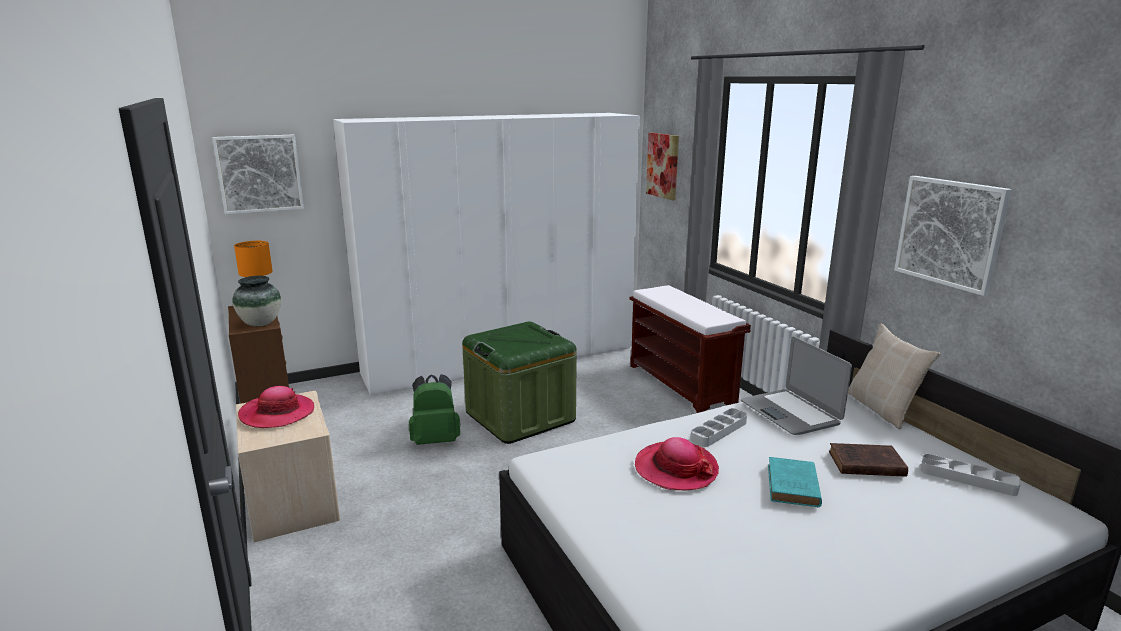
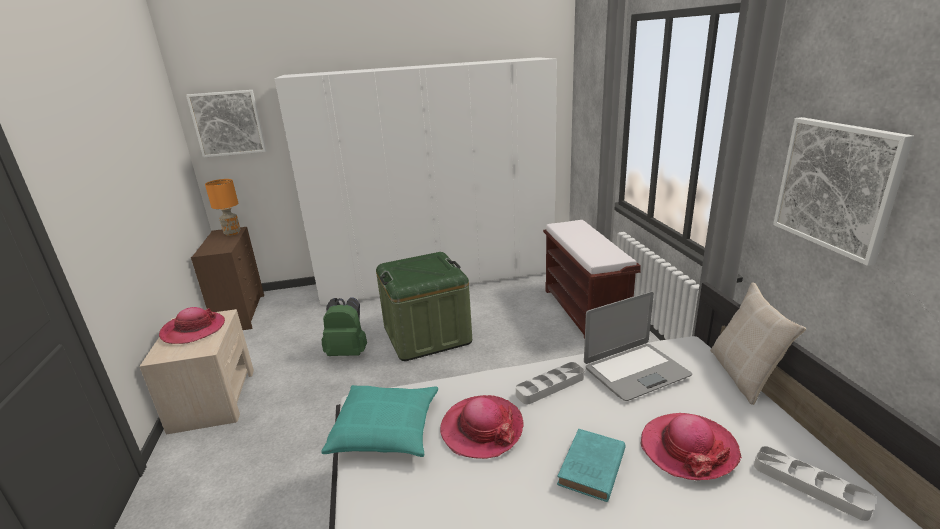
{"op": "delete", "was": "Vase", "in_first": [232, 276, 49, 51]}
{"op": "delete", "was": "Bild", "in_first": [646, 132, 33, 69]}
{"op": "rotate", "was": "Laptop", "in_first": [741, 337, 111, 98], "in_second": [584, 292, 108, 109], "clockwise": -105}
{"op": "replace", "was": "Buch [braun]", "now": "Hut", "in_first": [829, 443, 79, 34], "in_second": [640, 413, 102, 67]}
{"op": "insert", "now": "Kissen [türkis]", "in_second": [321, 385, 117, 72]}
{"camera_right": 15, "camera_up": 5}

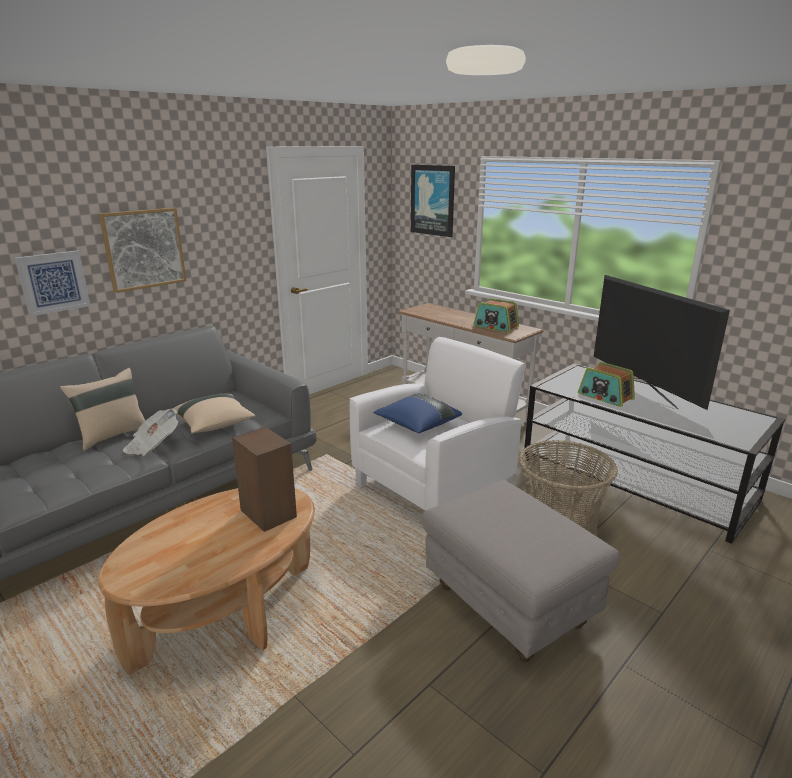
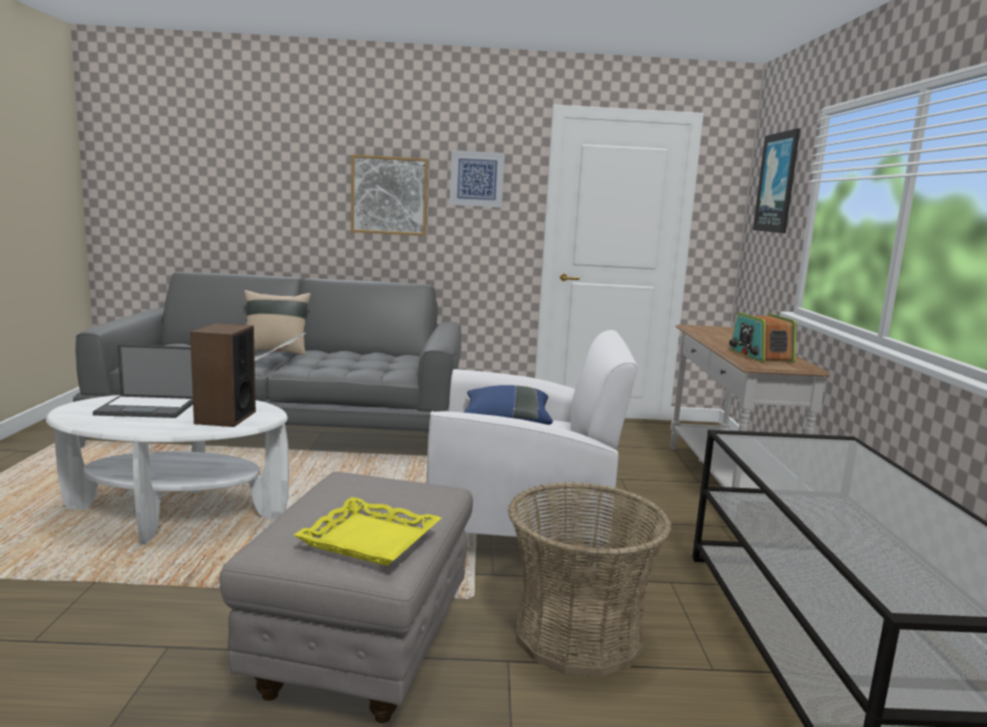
{"op": "move", "was": "Bild", "in_first": [15, 250, 75, 67], "in_second": [450, 150, 55, 57]}
{"op": "recolor", "was": "Couchtisch [braun]", "now": "Couchtisch [weiß]", "in_first": [98, 488, 217, 187], "in_second": [46, 395, 243, 150]}
{"op": "delete", "was": "Kissen [beige]", "in_first": [173, 394, 82, 40]}
{"op": "delete", "was": "Radio", "in_first": [578, 362, 57, 45]}
{"op": "delete", "was": "Fernseher", "in_first": [593, 275, 137, 135]}
{"op": "insert", "now": "Laptop", "in_second": [93, 344, 100, 74]}
{"op": "insert", "now": "Tablett [gelb]", "in_second": [294, 497, 147, 69]}
{"camera_right": 45, "camera_up": -10}

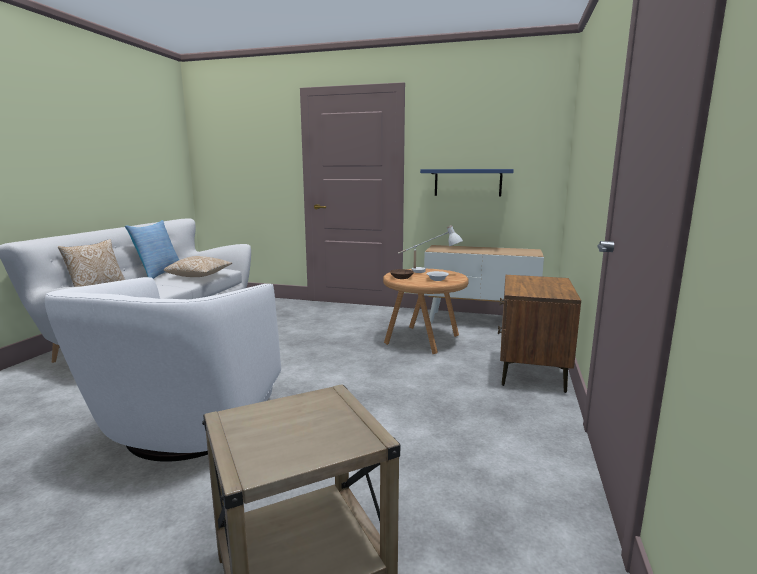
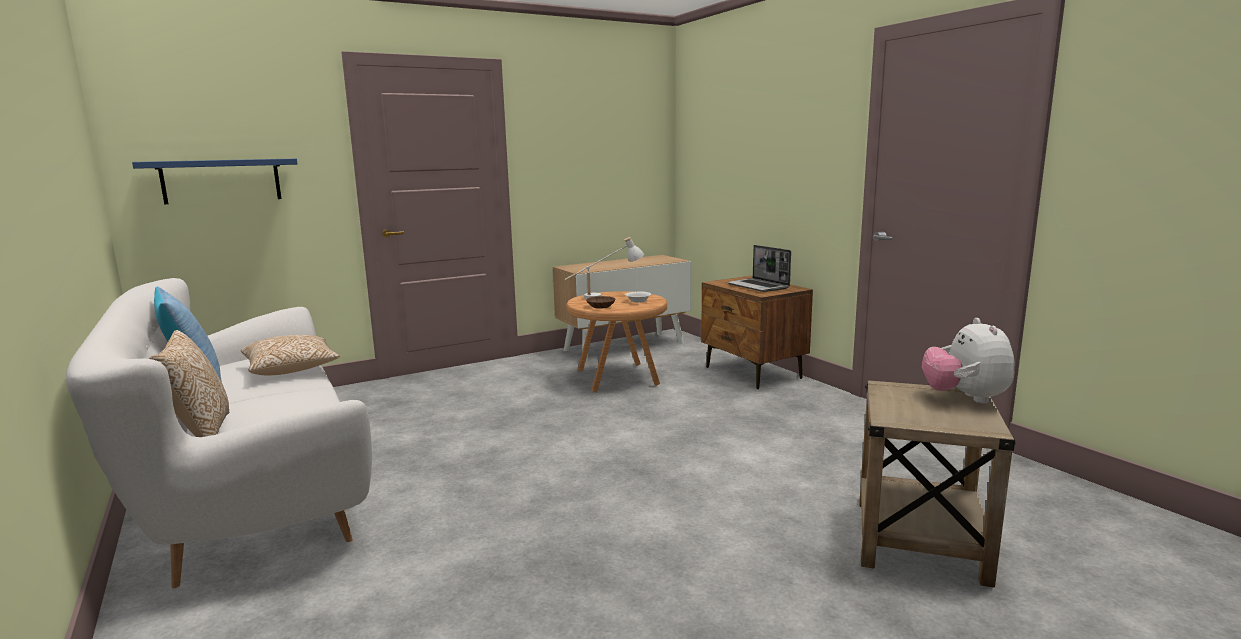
{"op": "delete", "was": "Sessel [weiß]", "in_first": [45, 277, 236, 185]}
{"op": "move", "was": "Wandregal [blau]", "in_first": [420, 169, 94, 28], "in_second": [132, 159, 165, 45]}
{"op": "insert", "now": "Laptop", "in_second": [727, 245, 64, 47]}
{"op": "insert", "now": "Plüschtier", "in_second": [922, 318, 93, 86]}
{"camera_right": -45, "camera_up": 0}

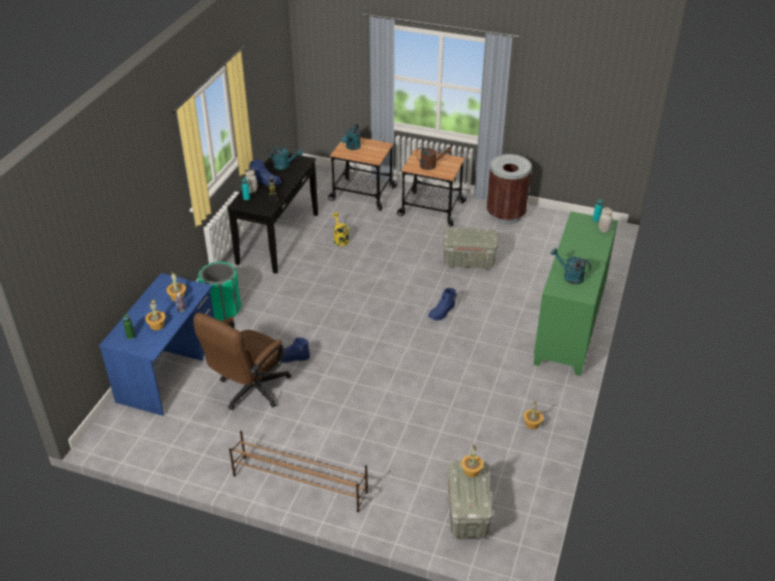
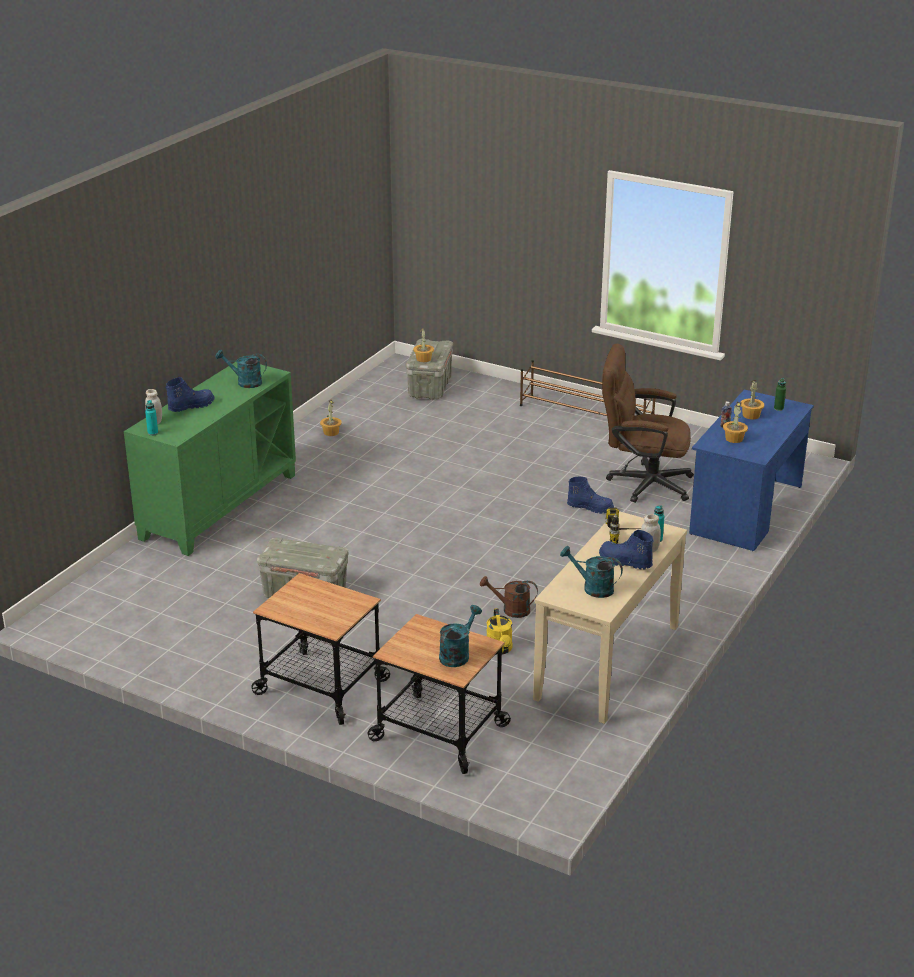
{"op": "rotate", "was": "Bürostuhl [braun]", "in_first": [193, 313, 98, 97], "in_second": [602, 344, 92, 159], "clockwise": -120}
{"op": "delete", "was": "Mülleimer [grün]", "in_first": [198, 262, 43, 59]}
{"op": "recolor", "was": "Konsolentisch [schwarz]", "now": "Konsolentisch [beige]", "in_first": [227, 153, 91, 121], "in_second": [533, 511, 154, 213]}
{"op": "move", "was": "Gießkanne [braun]", "in_first": [416, 147, 35, 23], "in_second": [480, 576, 58, 42]}
{"op": "move", "was": "Stiefel [blau]", "in_first": [428, 288, 29, 33], "in_second": [165, 377, 50, 35]}
{"op": "delete", "was": "Mülleimer [braun]", "in_first": [487, 154, 45, 70]}
{"op": "rotate", "was": "Gießkanne [türkis]", "in_first": [550, 248, 41, 36], "in_second": [215, 349, 52, 39], "clockwise": 150}
{"camera_right": -170, "camera_up": -10}

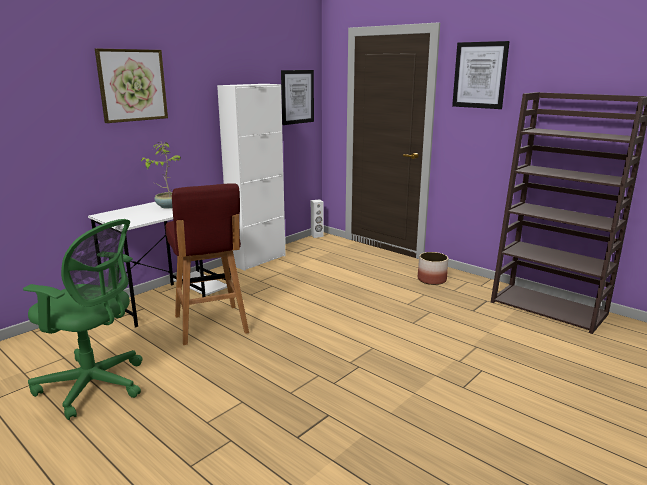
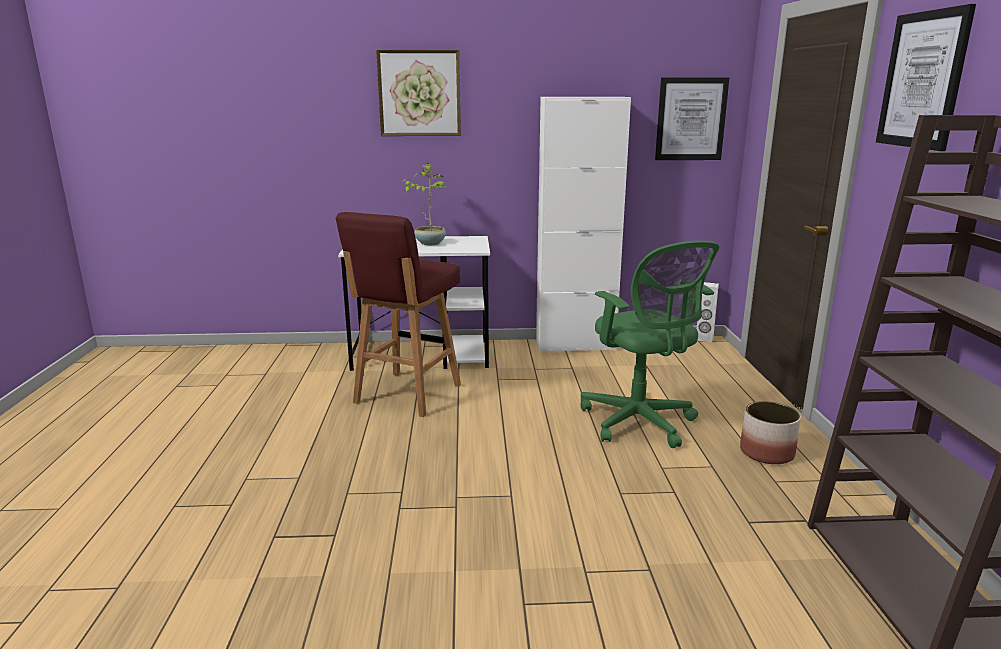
{"op": "move", "was": "Bürostuhl [grün]", "in_first": [23, 219, 119, 201], "in_second": [580, 241, 139, 207]}
{"camera_right": 45, "camera_up": 0}

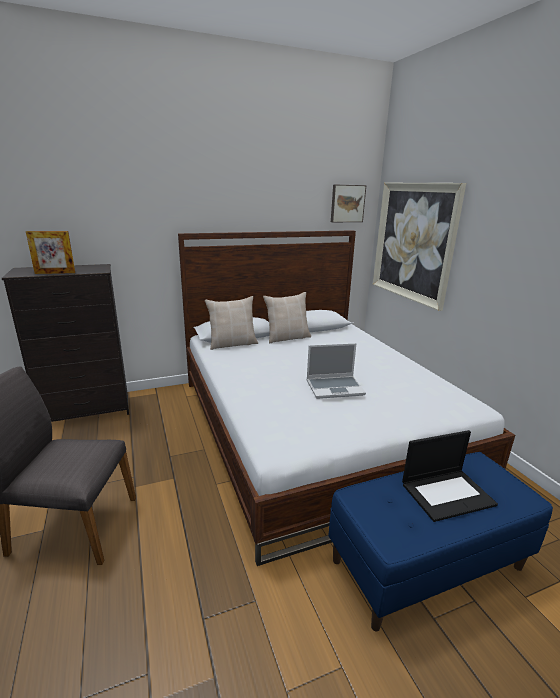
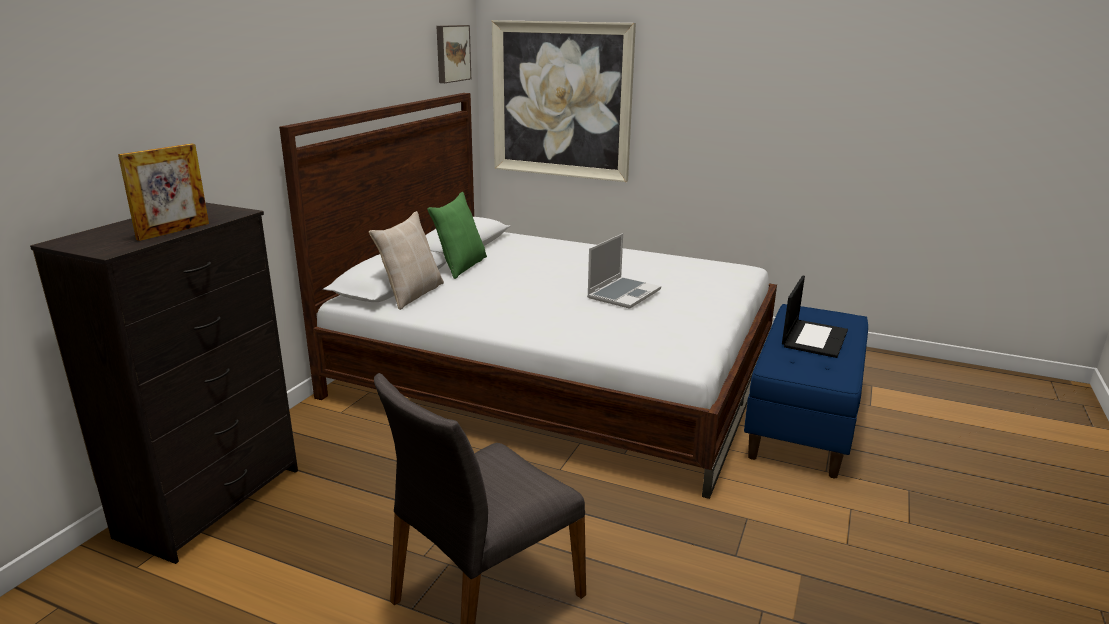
{"op": "recolor", "was": "Kissen [beige]", "now": "Kissen [grün]", "in_first": [263, 292, 48, 51], "in_second": [427, 192, 60, 87]}
{"camera_right": -45, "camera_up": 0}

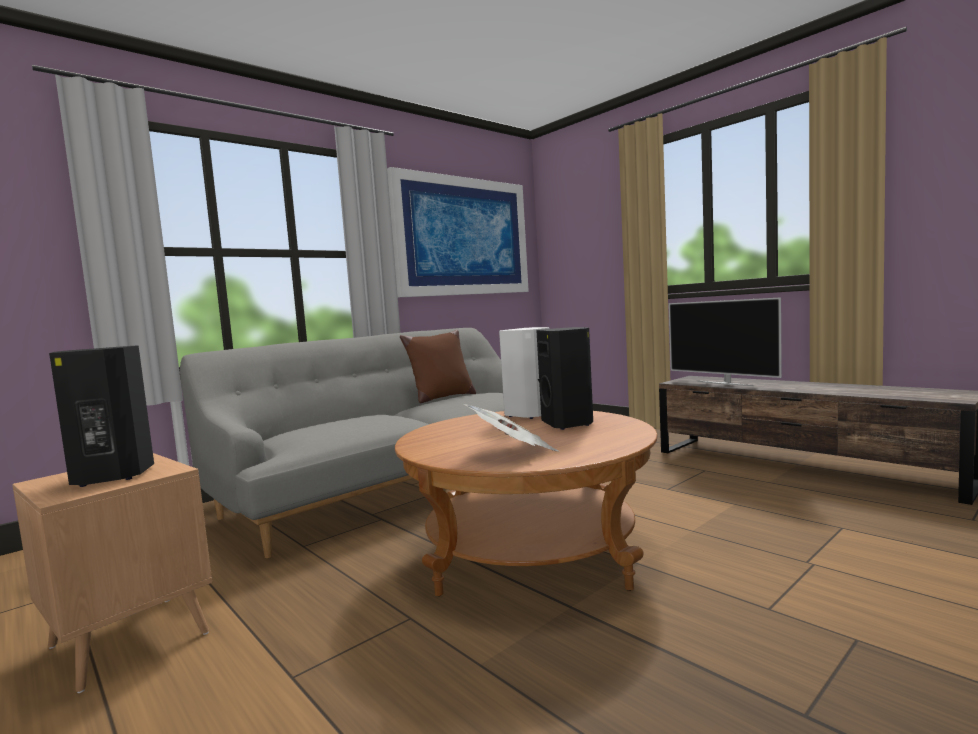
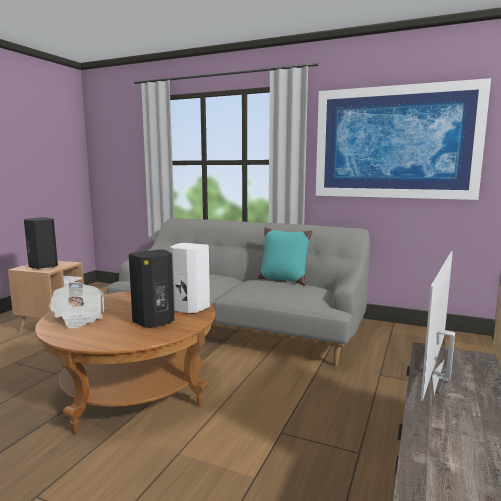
{"op": "recolor", "was": "Kissen [braun]", "now": "Kissen [türkis]", "in_first": [400, 330, 76, 73], "in_second": [258, 227, 54, 59]}
{"camera_right": 65, "camera_up": 5}

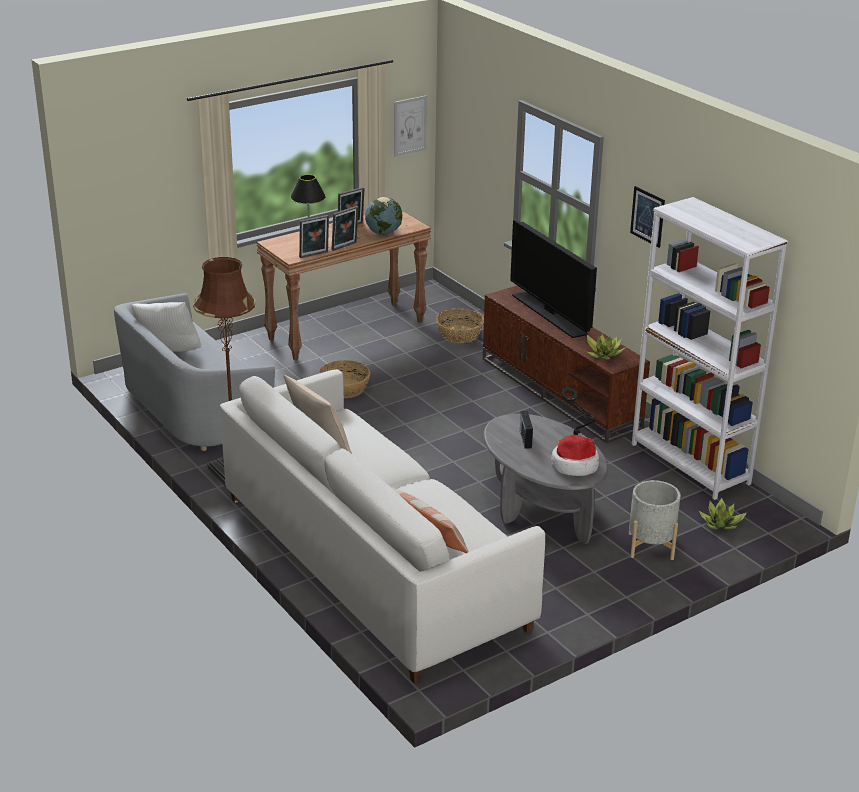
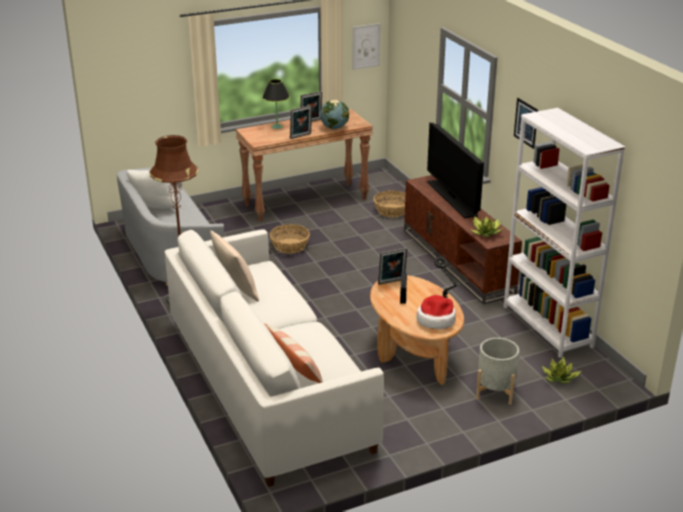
{"op": "move", "was": "Bilderrahmen", "in_first": [299, 215, 30, 43], "in_second": [378, 248, 29, 37]}
{"op": "recolor", "was": "Couchtisch [grau]", "now": "Couchtisch [braun]", "in_first": [483, 414, 125, 130], "in_second": [370, 275, 94, 110]}
{"camera_right": 10, "camera_up": 0}

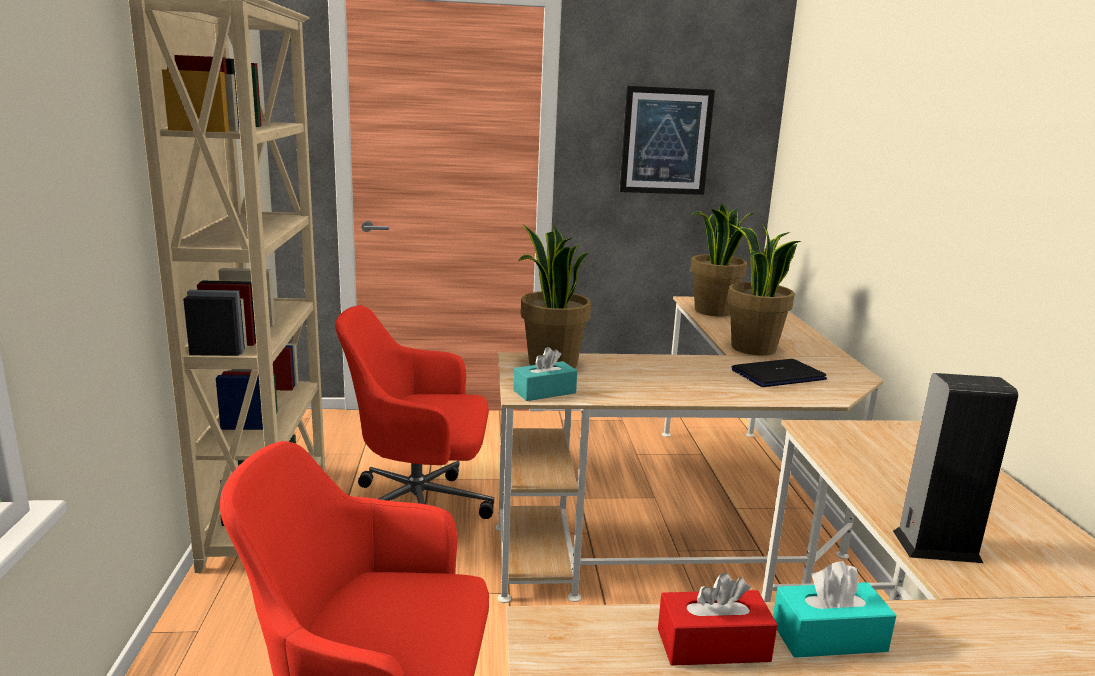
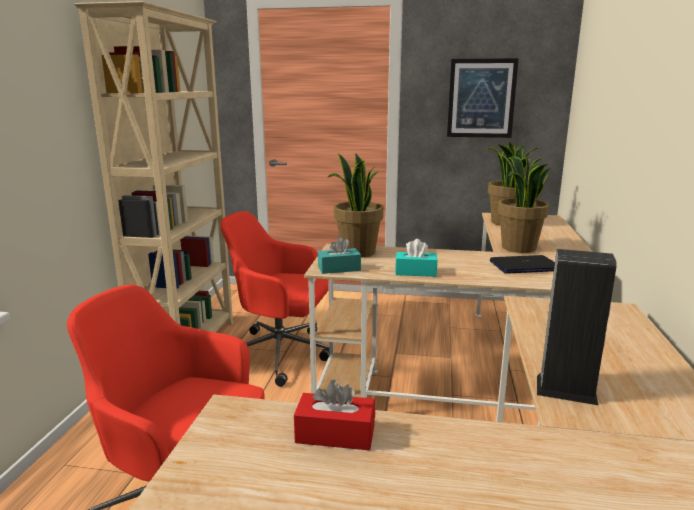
{"op": "move", "was": "Taschentuchbox [türkis]", "in_first": [773, 561, 124, 97], "in_second": [395, 239, 43, 38]}
{"camera_right": 15, "camera_up": 0}

